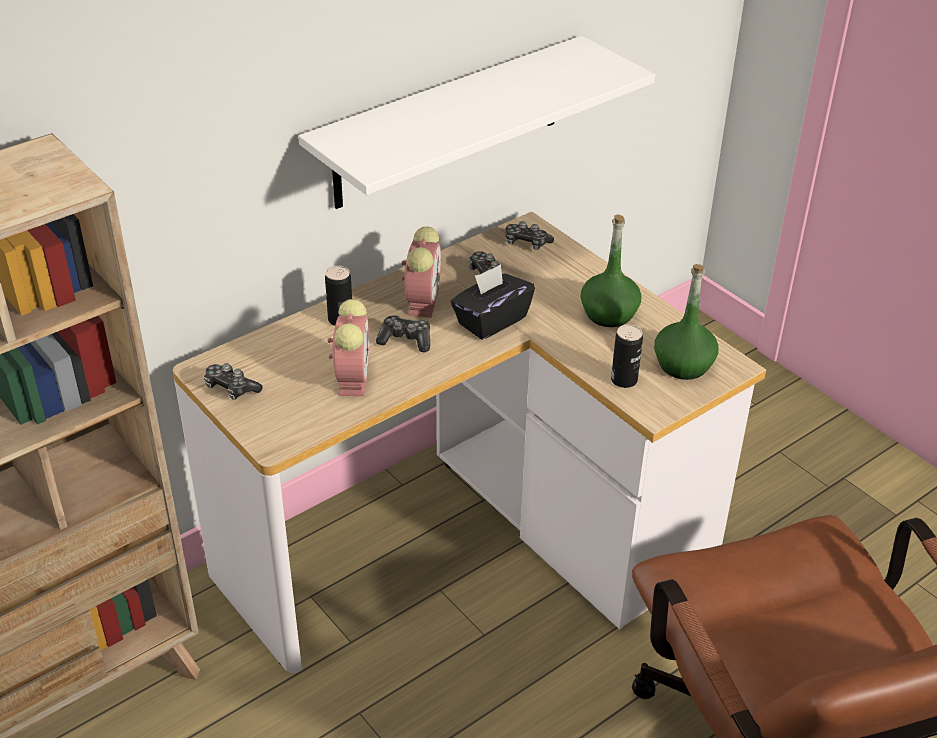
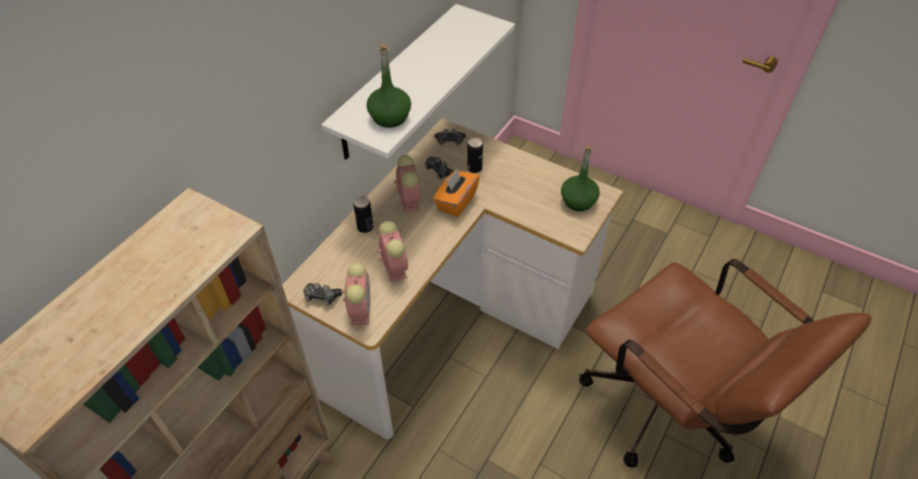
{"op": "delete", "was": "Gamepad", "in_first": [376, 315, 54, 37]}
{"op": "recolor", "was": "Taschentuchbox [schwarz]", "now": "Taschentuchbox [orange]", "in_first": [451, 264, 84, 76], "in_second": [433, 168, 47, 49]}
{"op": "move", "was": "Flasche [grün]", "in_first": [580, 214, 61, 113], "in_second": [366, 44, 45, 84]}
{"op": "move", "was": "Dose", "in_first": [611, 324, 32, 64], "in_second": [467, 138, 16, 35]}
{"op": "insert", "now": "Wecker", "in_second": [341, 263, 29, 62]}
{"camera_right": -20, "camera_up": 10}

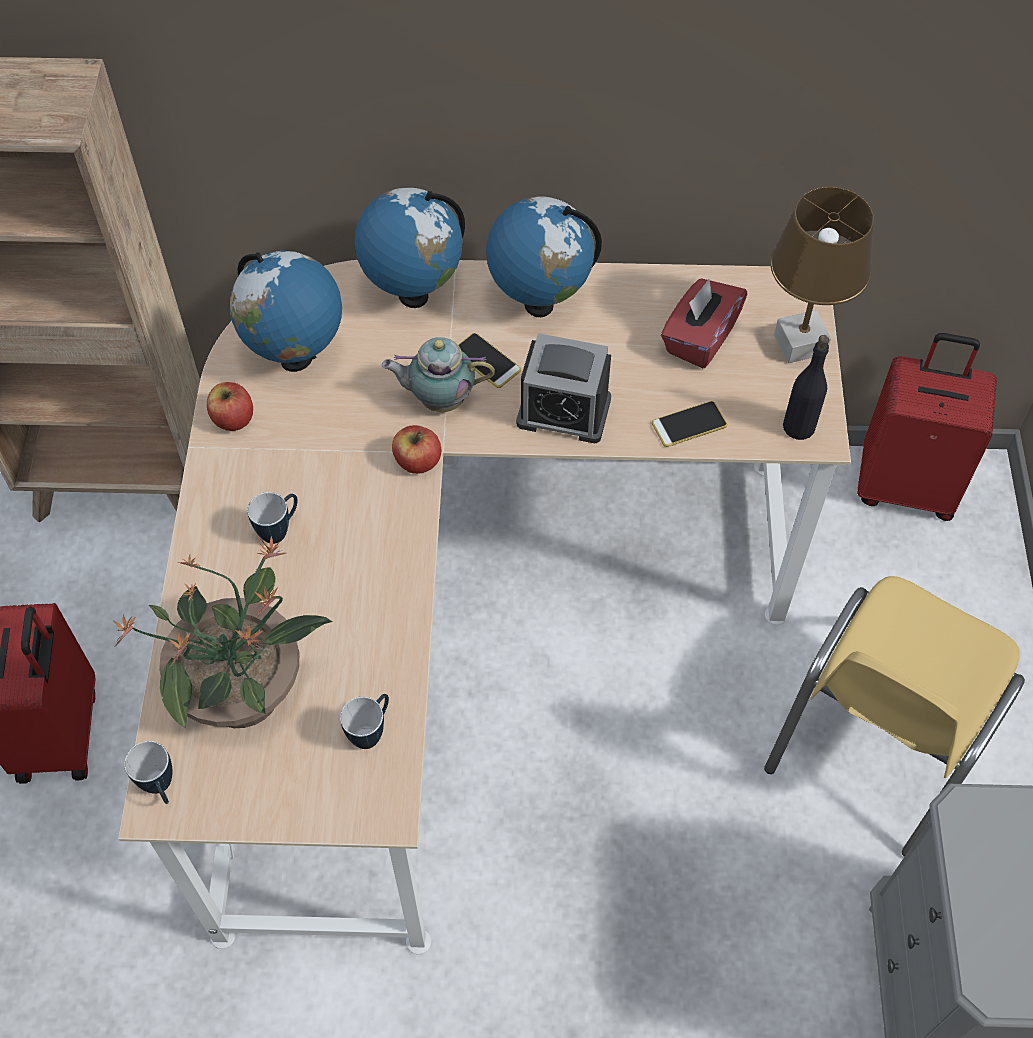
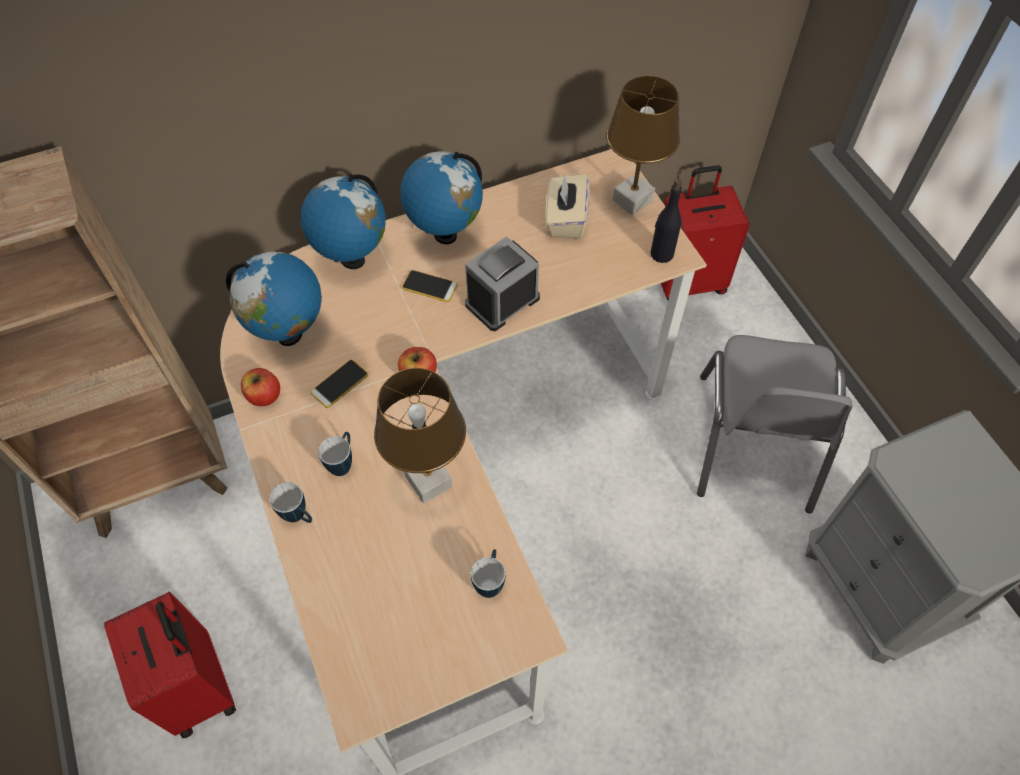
{"op": "delete", "was": "Topfpflanze", "in_first": [114, 536, 218, 192]}
{"op": "move", "was": "Henkelbecher", "in_first": [124, 741, 49, 63], "in_second": [269, 482, 43, 41]}
{"op": "delete", "was": "Teekanne", "in_first": [382, 337, 113, 75]}
{"op": "rotate", "was": "Wecker", "in_first": [516, 333, 95, 110], "in_second": [465, 237, 75, 94], "clockwise": 150}
{"op": "move", "was": "Handy", "in_first": [652, 401, 75, 46], "in_second": [310, 359, 58, 49]}
{"op": "recolor", "was": "Taschentuchbox [rot]", "now": "Taschentuchbox [beige]", "in_first": [661, 278, 87, 90], "in_second": [545, 174, 45, 65]}
{"op": "recolor", "was": "Stuhl [gelb]", "now": "Stuhl [grau]", "in_first": [764, 576, 261, 281], "in_second": [697, 335, 156, 178]}
{"op": "insert", "now": "Tischlampe [braun]", "in_second": [374, 368, 92, 136]}
{"camera_right": -25, "camera_up": 0}

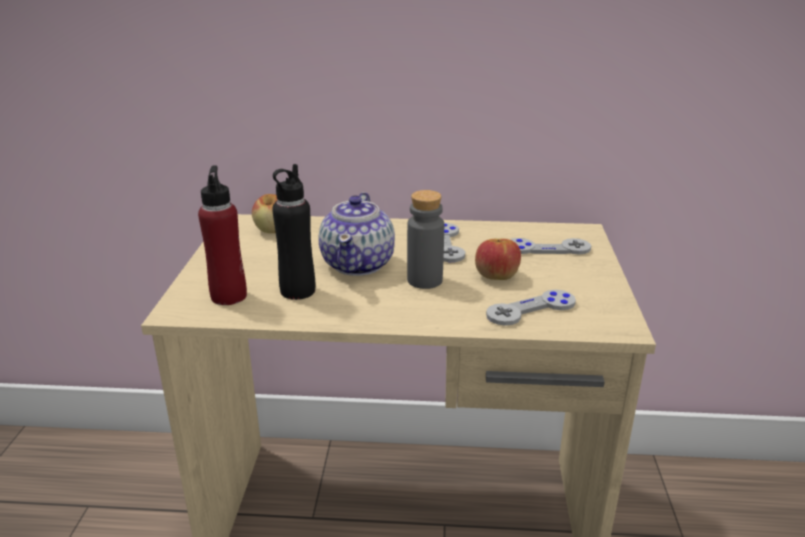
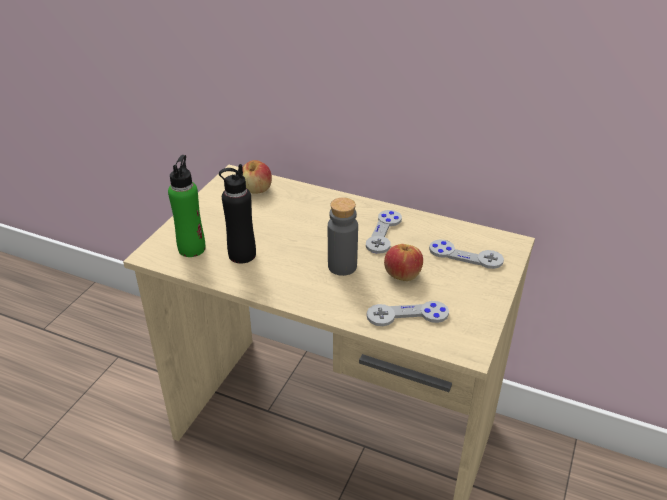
{"op": "recolor", "was": "Flasche [rot]", "now": "Flasche [grün]", "in_first": [198, 165, 49, 140], "in_second": [168, 155, 37, 102]}
{"op": "delete", "was": "Teekanne", "in_first": [319, 192, 76, 84]}
{"camera_right": 20, "camera_up": 10}

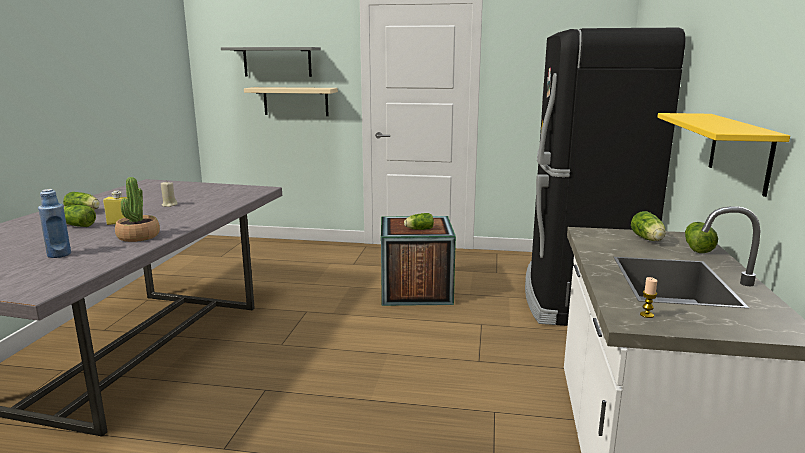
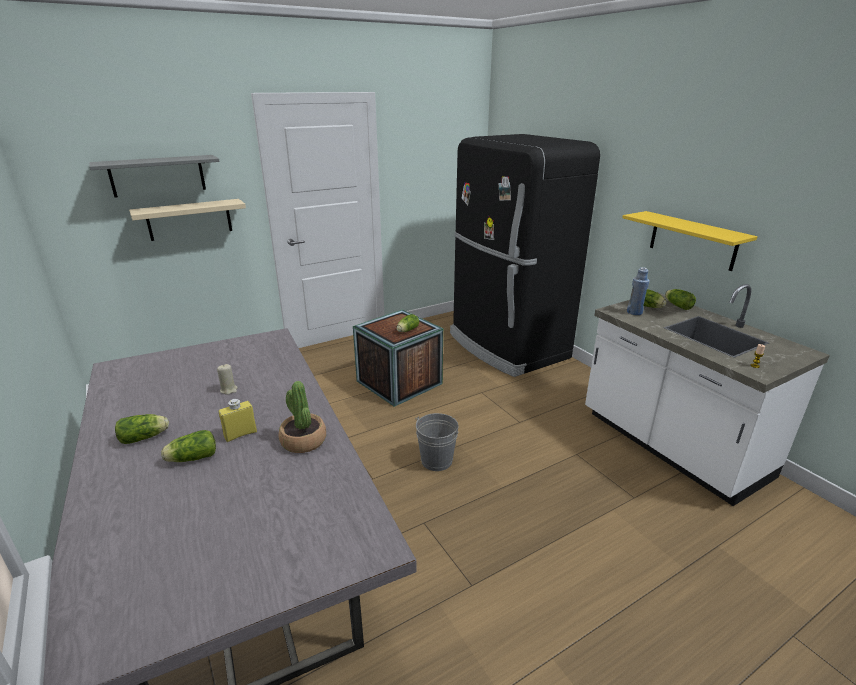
{"op": "move", "was": "Flasche [blau]", "in_first": [38, 189, 33, 69], "in_second": [627, 267, 23, 48]}
{"op": "insert", "now": "Eimer [grau]", "in_second": [415, 413, 43, 58]}
{"camera_right": -40, "camera_up": 10}

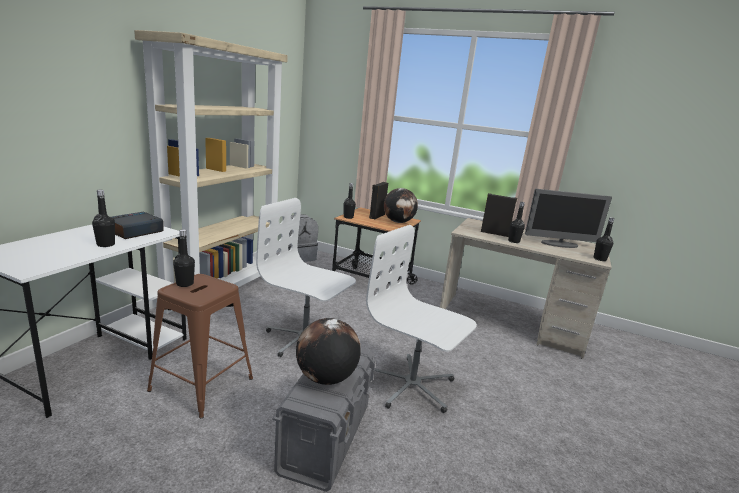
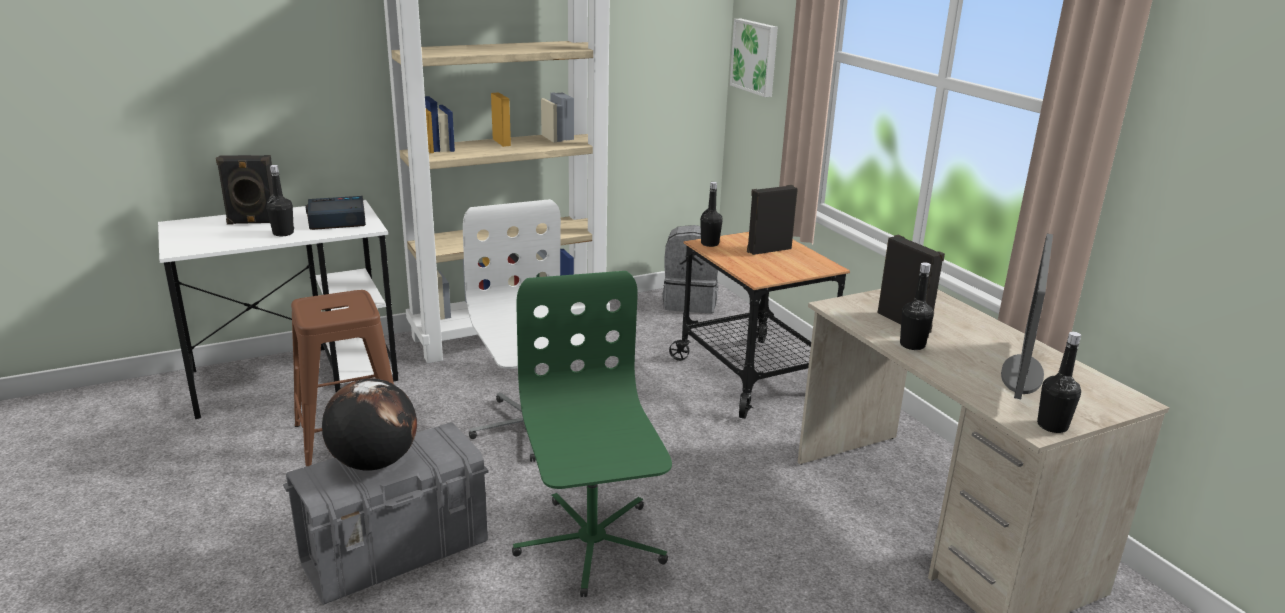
{"op": "delete", "was": "Flasche [schwarz]", "in_first": [173, 229, 22, 58]}
{"op": "recolor", "was": "Bürostuhl [weiß]", "now": "Bürostuhl [grün]", "in_first": [366, 225, 111, 188], "in_second": [512, 271, 160, 326]}
{"op": "delete", "was": "Globus", "in_first": [384, 188, 34, 35]}
{"op": "rotate", "was": "Monitor", "in_first": [525, 189, 87, 59], "in_second": [1001, 234, 52, 165], "clockwise": 75}
{"op": "insert", "now": "Lautsprecher [schwarz]", "in_second": [216, 155, 57, 70]}
{"op": "insert", "now": "Bild", "in_second": [730, 19, 48, 78]}
{"camera_right": 40, "camera_up": 5}

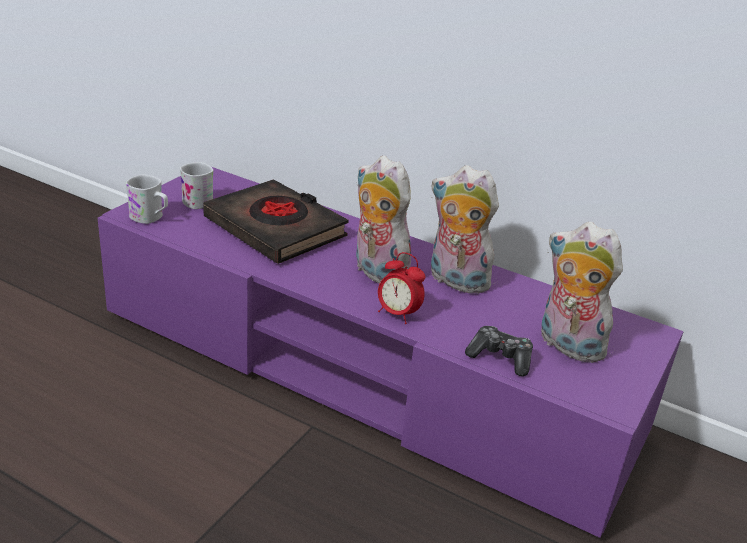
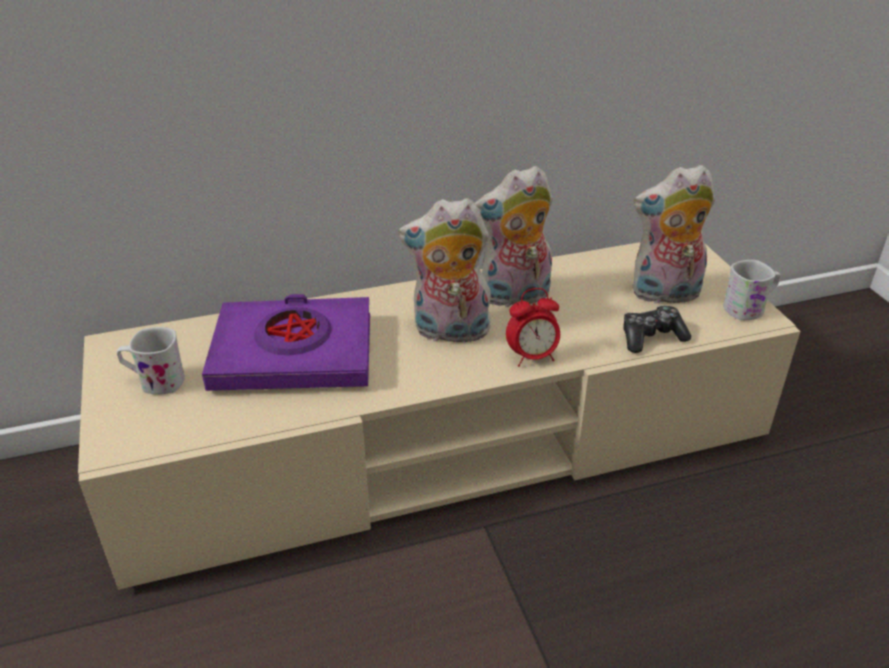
{"op": "recolor", "was": "Fernsehschrank [lila]", "now": "Fernsehschrank [beige]", "in_first": [98, 167, 586, 371], "in_second": [78, 242, 722, 348]}
{"op": "move", "was": "Henkelbecher [weiß]", "in_first": [126, 174, 42, 50], "in_second": [723, 260, 57, 60]}
{"op": "recolor", "was": "Buch [schwarz]", "now": "Buch [lila]", "in_first": [203, 179, 146, 85], "in_second": [202, 294, 168, 97]}
{"camera_right": -45, "camera_up": 5}

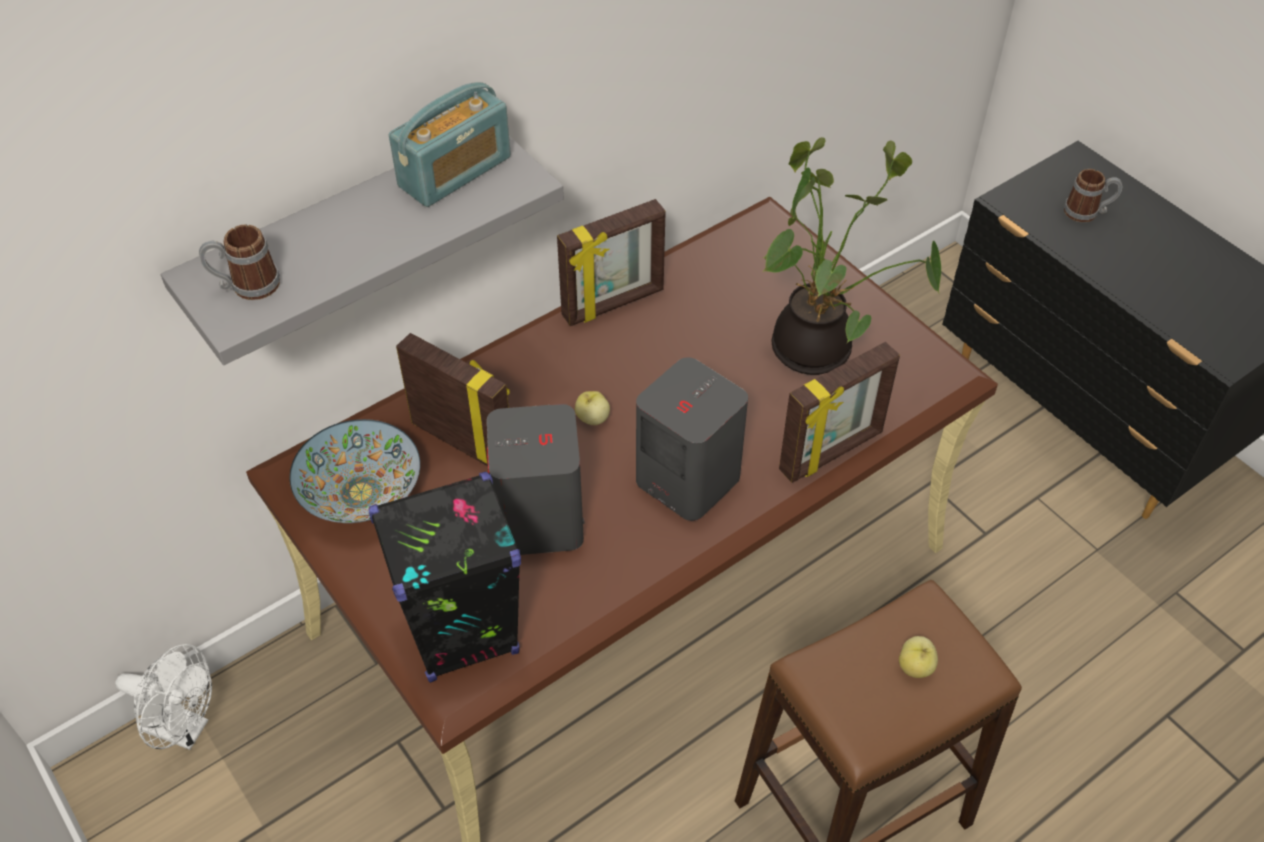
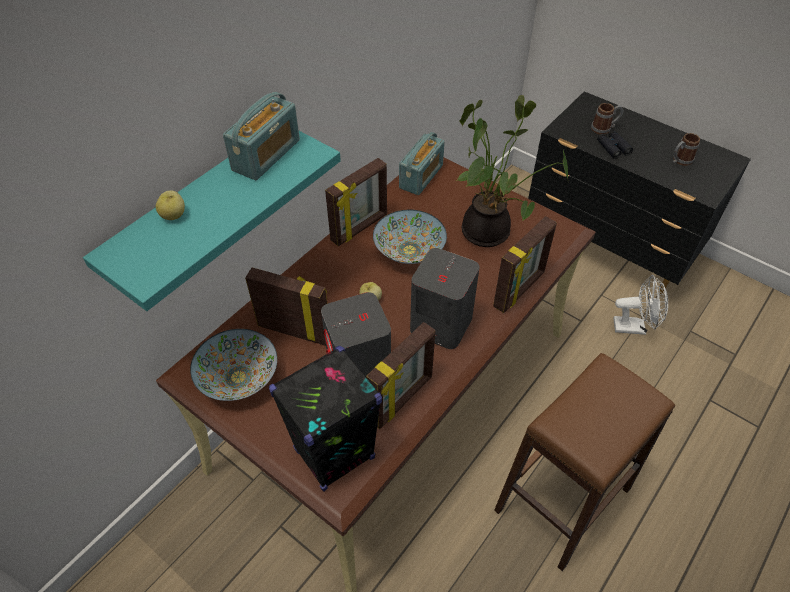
{"op": "move", "was": "Ventilator [weiß]", "in_first": [115, 644, 97, 106], "in_second": [613, 275, 55, 60]}
{"op": "recolor", "was": "Wandregal [grau]", "now": "Wandregal [türkis]", "in_first": [161, 136, 403, 229], "in_second": [83, 131, 258, 180]}
{"op": "move", "was": "Henkelbecher", "in_first": [199, 224, 81, 76], "in_second": [673, 133, 27, 33]}
{"op": "move", "was": "Apfel", "in_first": [899, 636, 39, 42], "in_second": [156, 190, 29, 30]}
{"op": "insert", "now": "Bilderrahmen", "in_second": [366, 322, 70, 107]}
{"op": "insert", "now": "Schüssel", "in_second": [373, 210, 74, 54]}
{"op": "insert", "now": "Radio", "in_second": [399, 132, 46, 63]}
{"op": "insert", "now": "Fernglas [schwarz]", "in_second": [597, 131, 36, 28]}
{"camera_right": -15, "camera_up": 0}

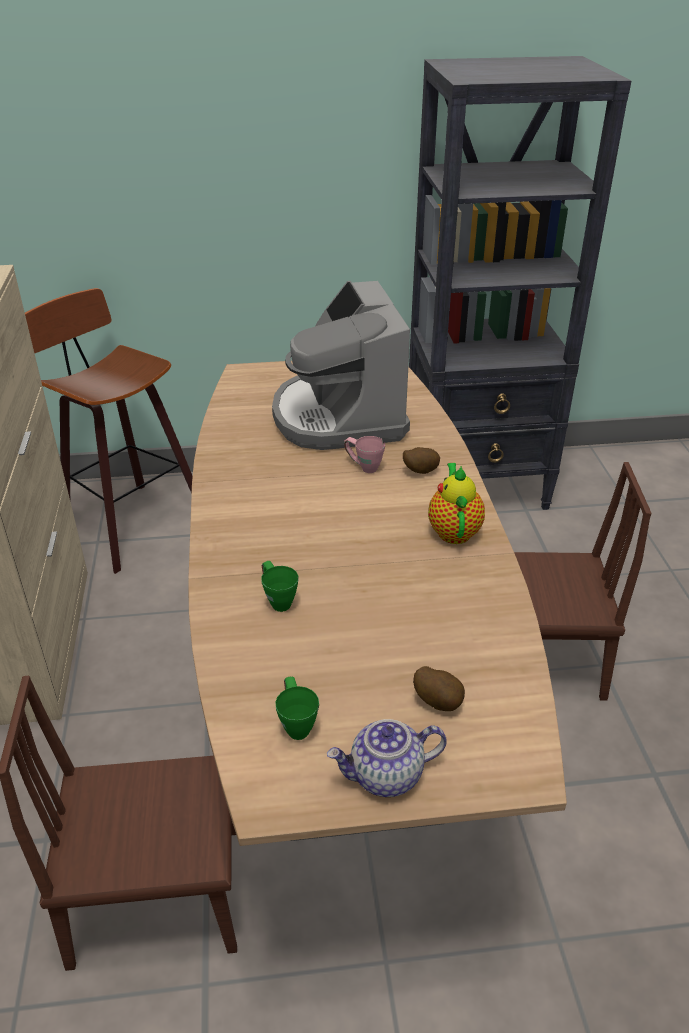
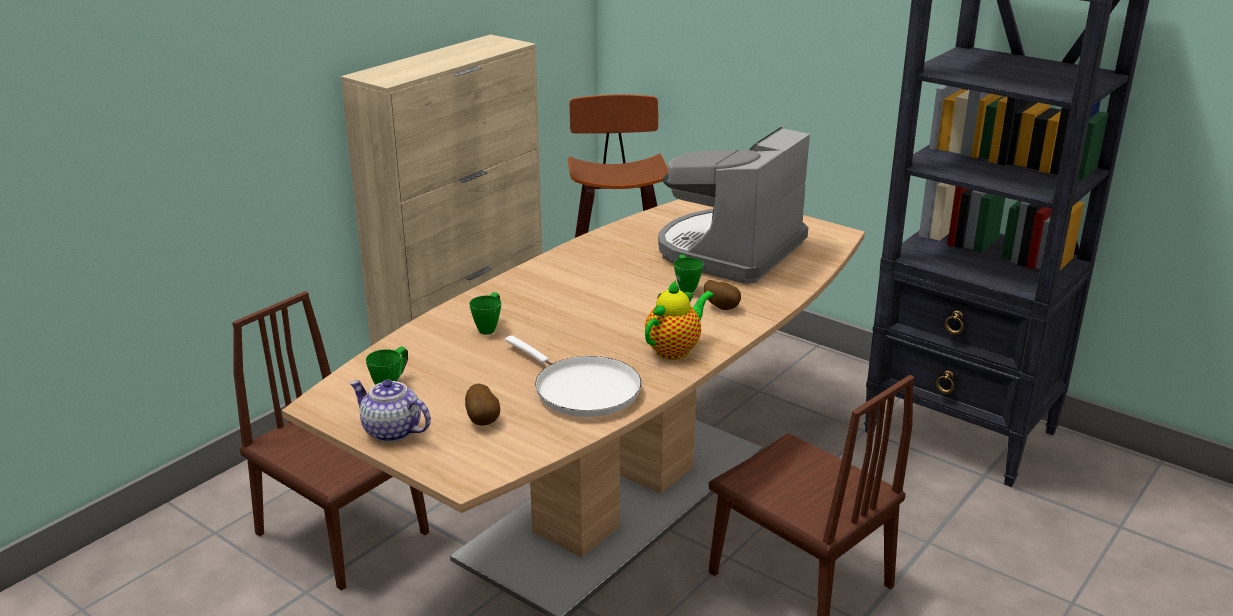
{"op": "recolor", "was": "Henkelbecher [rosa]", "now": "Henkelbecher [grün]", "in_first": [344, 436, 41, 37], "in_second": [674, 255, 29, 38]}
{"op": "insert", "now": "Pfanne [weiß]", "in_second": [505, 335, 137, 82]}
{"camera_right": 45, "camera_up": -10}

